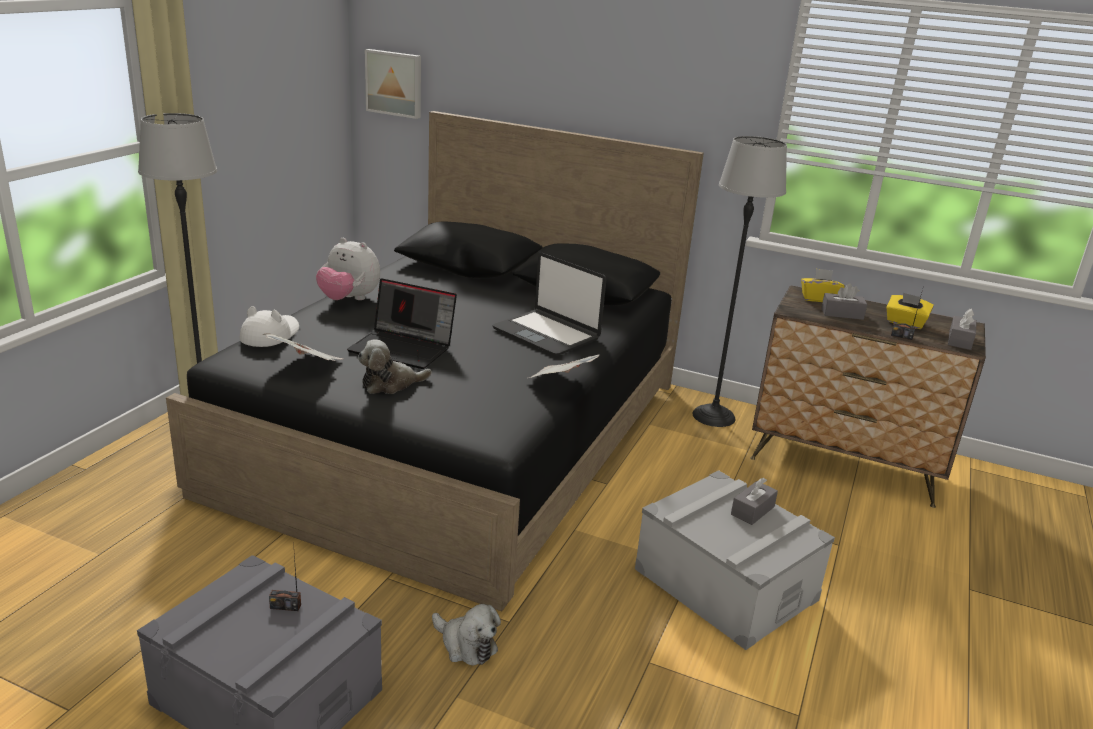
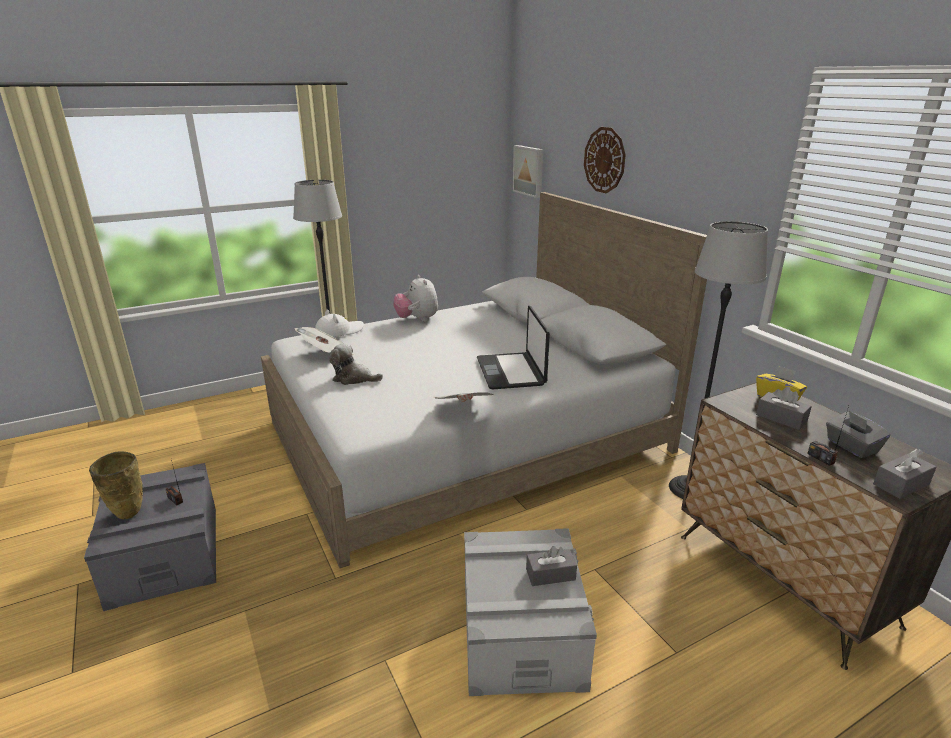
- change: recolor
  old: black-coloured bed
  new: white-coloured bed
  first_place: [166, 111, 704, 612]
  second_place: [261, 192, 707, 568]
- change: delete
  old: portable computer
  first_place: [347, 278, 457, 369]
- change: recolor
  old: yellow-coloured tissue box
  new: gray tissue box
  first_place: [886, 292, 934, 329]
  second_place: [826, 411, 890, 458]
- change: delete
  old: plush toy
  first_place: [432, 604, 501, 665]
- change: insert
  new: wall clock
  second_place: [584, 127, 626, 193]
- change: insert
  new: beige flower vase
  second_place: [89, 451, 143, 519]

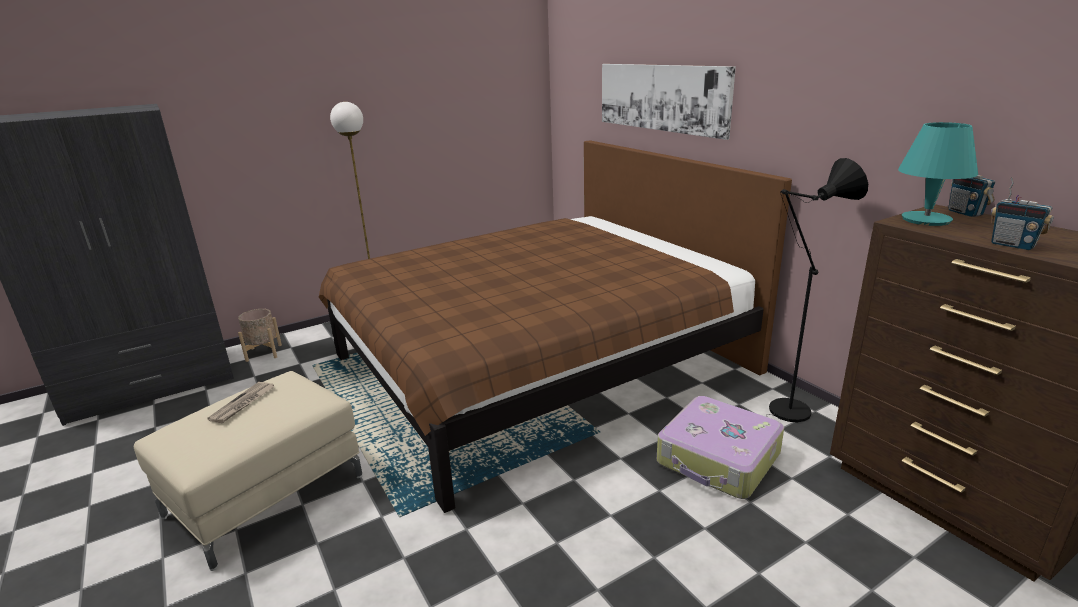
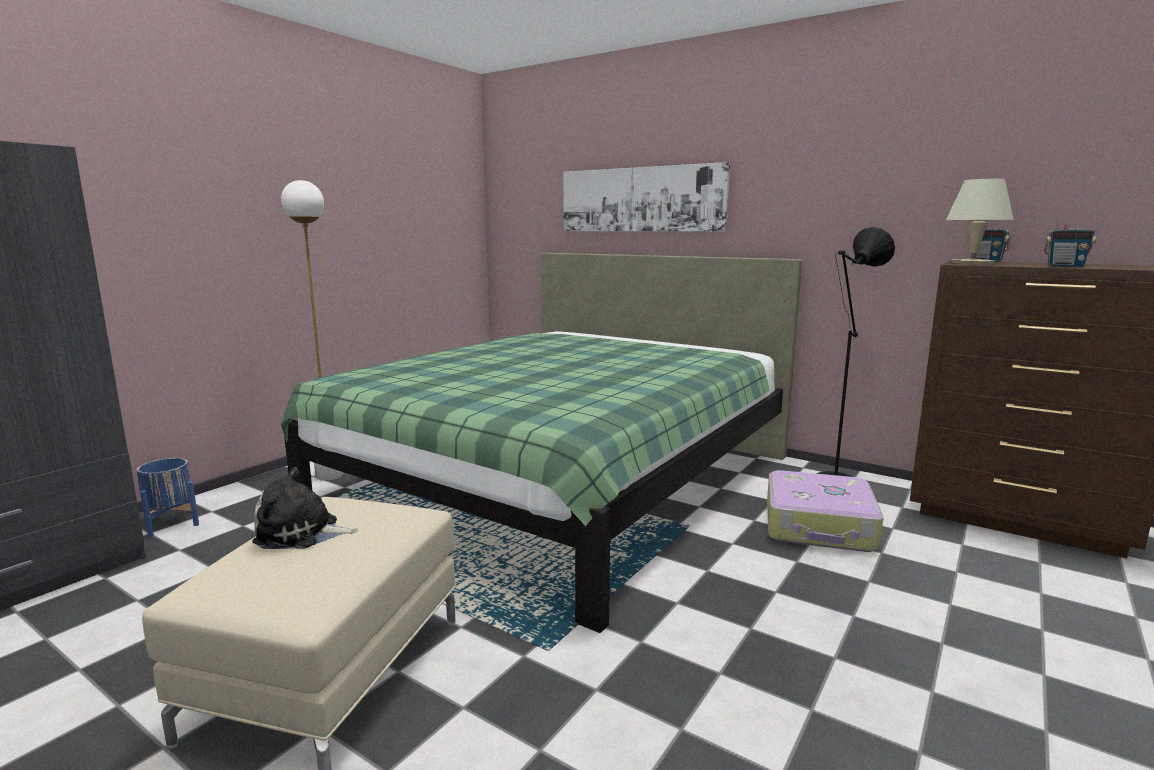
- change: recolor
  old: turquoise lamp for a table
  new: beige lamp for a table
  first_place: [898, 122, 978, 226]
  second_place: [946, 179, 1014, 264]
- change: recolor
  old: brown bed
  new: greenish bed
  first_place: [319, 140, 792, 513]
  second_place: [281, 253, 802, 633]
- change: recolor
  old: beige planter
  new: blue planter
  first_place: [238, 309, 282, 362]
  second_place: [137, 458, 199, 537]
- change: replace
  old: newspaper
  new: plush toy
  first_place: [207, 382, 275, 423]
  second_place: [252, 467, 358, 549]

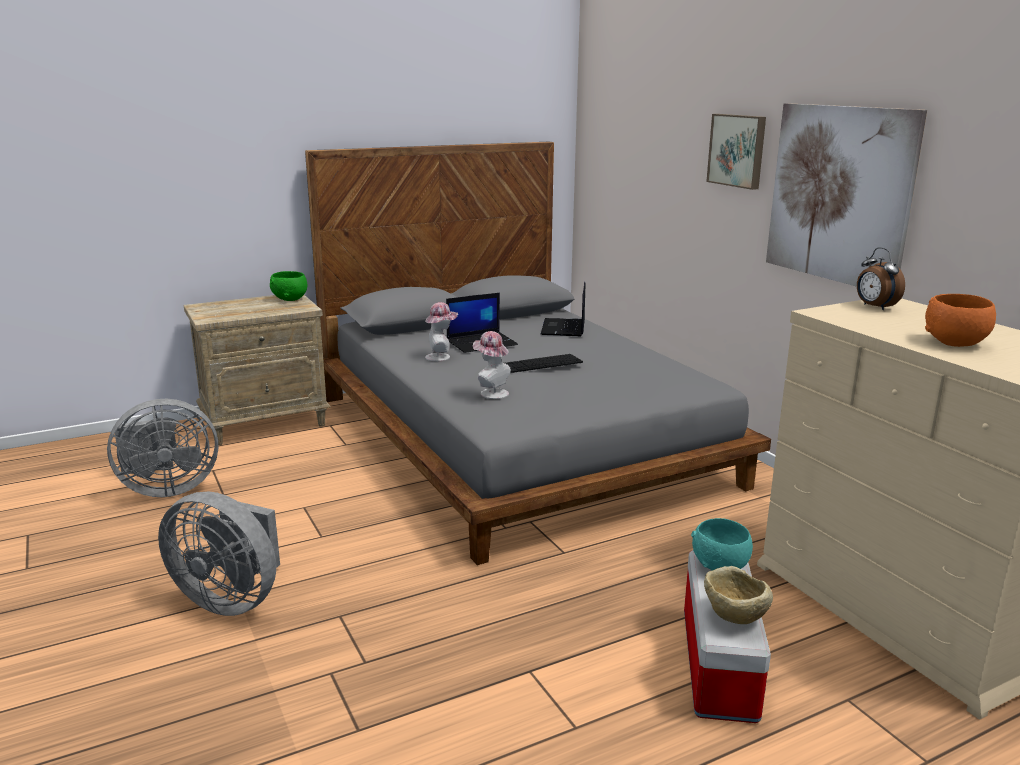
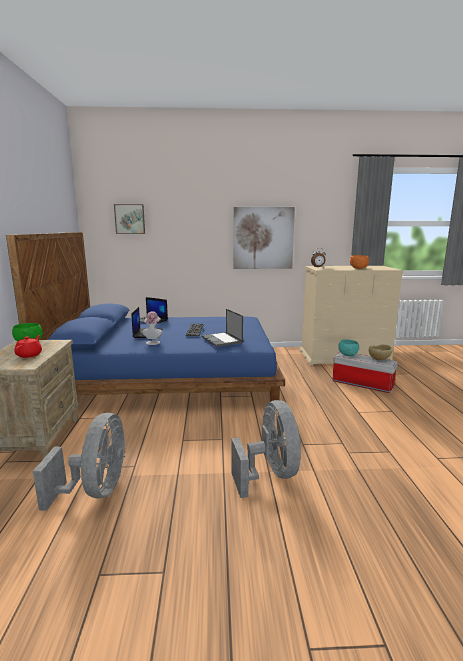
- change: move
  old: wall art
  first_place: [706, 114, 766, 190]
  second_place: [114, 204, 145, 234]
- change: recolor
  old: gray bed
  new: blue bed
  first_place: [305, 142, 771, 565]
  second_place: [6, 232, 285, 401]
- change: replace
  old: clothing hat
  new: portable computer
  first_place: [473, 331, 511, 399]
  second_place: [202, 309, 243, 347]
- change: rotate
  old: gray cooling fan
  first_place: [158, 491, 280, 616]
  second_place: [232, 400, 301, 498]
  degrees: -60
- change: insert
  new: red teapot
  second_place: [14, 335, 42, 358]

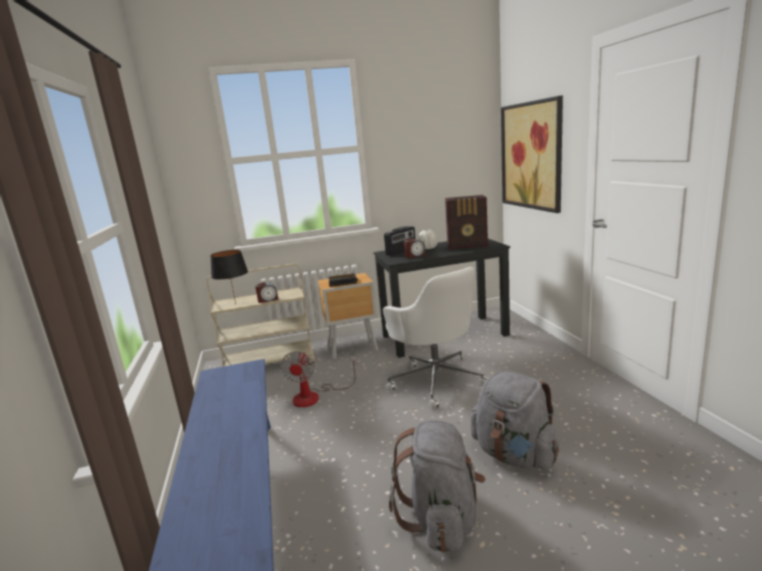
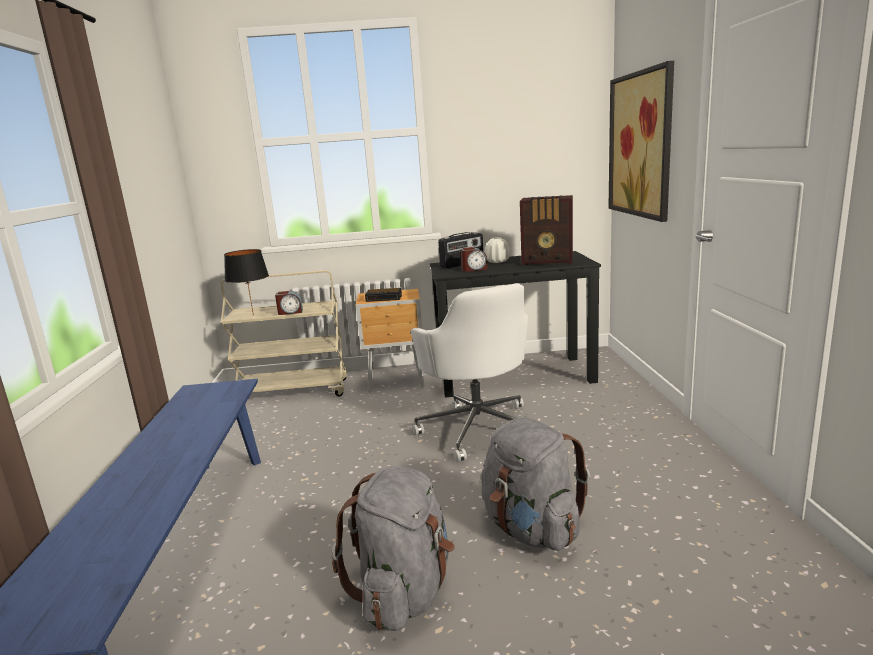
- change: delete
  old: cooling fan
  first_place: [280, 351, 358, 407]

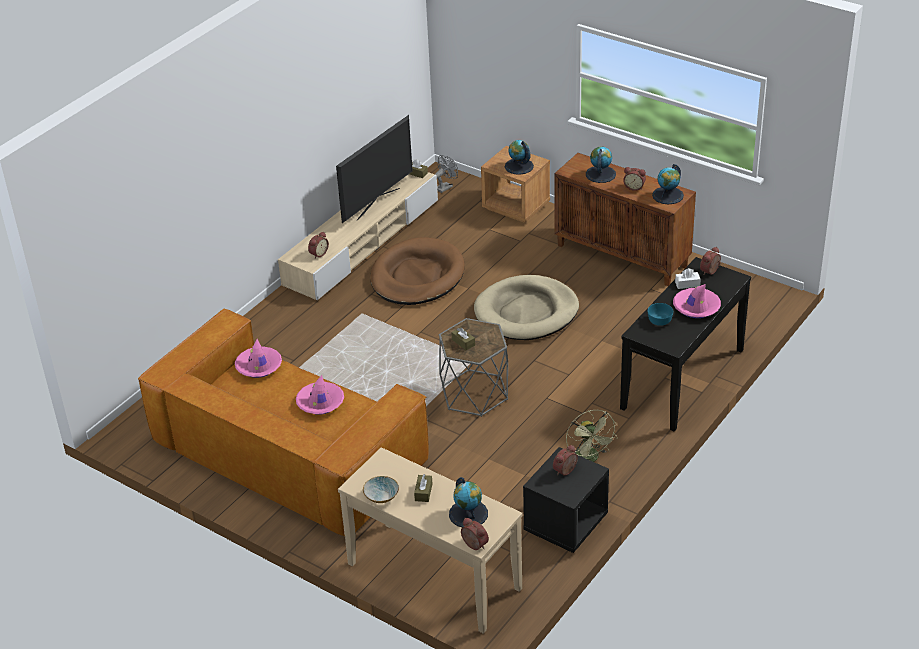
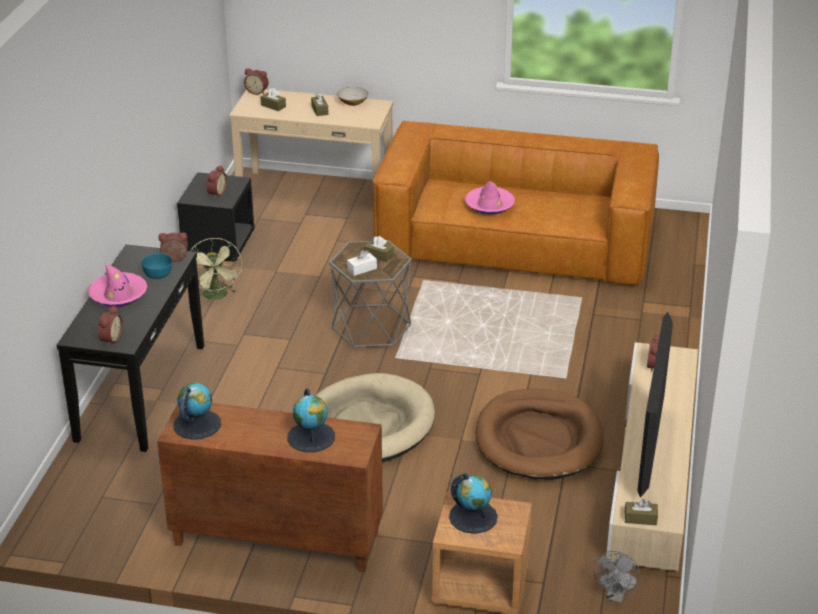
- change: move
  old: bedside clock
  first_place: [623, 167, 646, 191]
  second_place: [159, 232, 188, 262]
- change: move
  old: white-coloured tissue box
  first_place: [675, 268, 701, 289]
  second_place: [347, 250, 377, 276]
- change: delete
  old: pink-coloured clothing hat
  first_place: [235, 339, 282, 378]
- change: rotate
  old: greenish cooling fan
  first_place: [566, 410, 617, 462]
  second_place: [190, 238, 242, 300]
  degrees: -150
- change: replace
  old: world globe
  new: brown tissue box
  first_place: [449, 477, 488, 528]
  second_place: [260, 88, 286, 111]

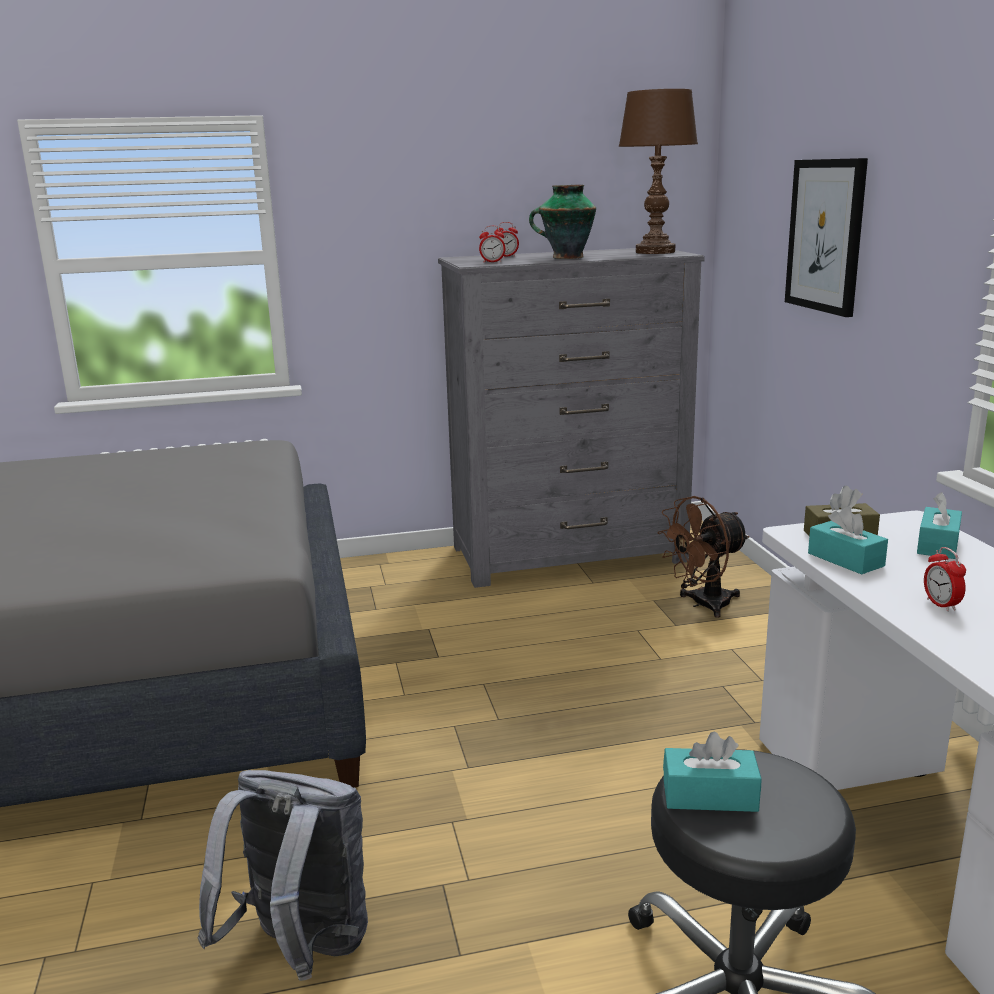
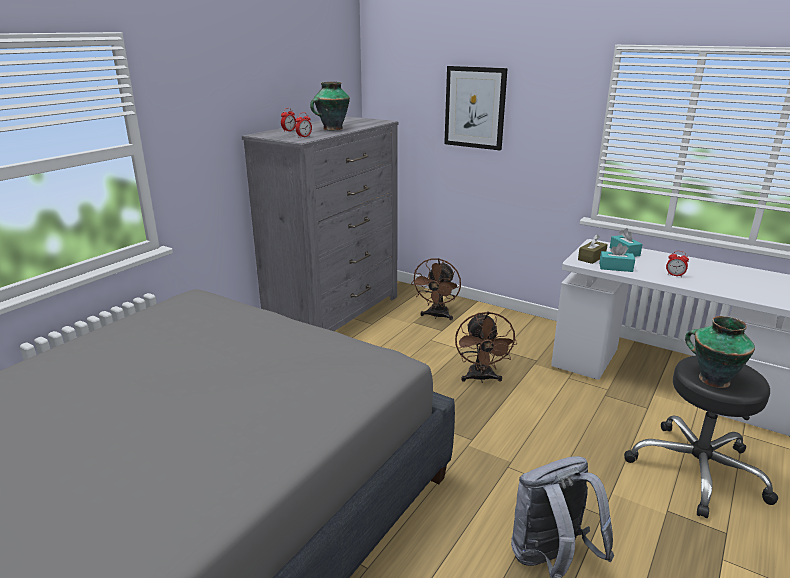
- change: delete
  old: brown lamp for a table
  first_place: [619, 89, 698, 254]
- change: replace
  old: turquoise tissue box
  new: flower vase
  first_place: [663, 732, 762, 812]
  second_place: [685, 316, 755, 388]
- change: insert
  new: brown cooling fan
  second_place: [455, 312, 517, 383]

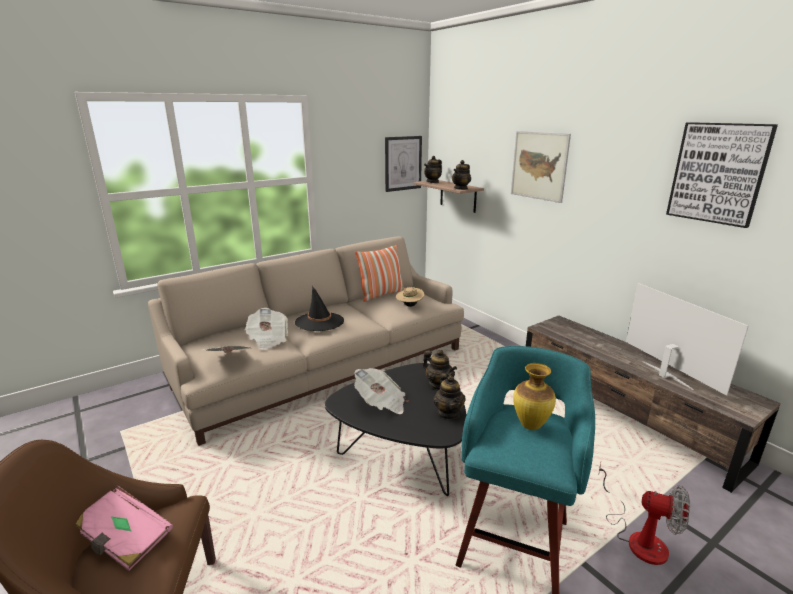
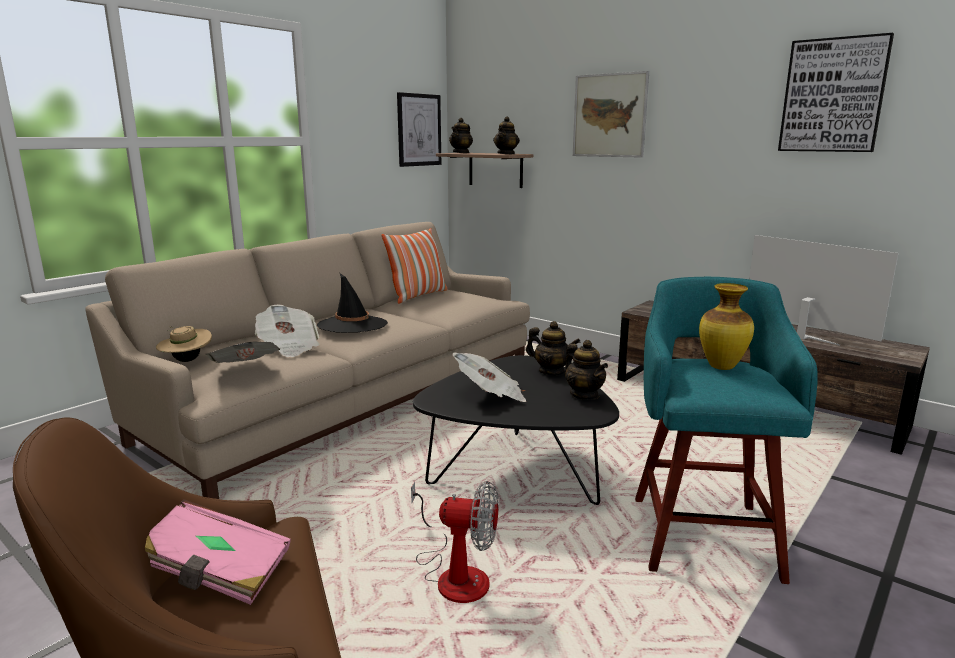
- change: move
  old: beige clothing hat
  first_place: [396, 287, 424, 307]
  second_place: [156, 326, 212, 362]
- change: move
  old: cooling fan
  first_place: [598, 463, 690, 565]
  second_place: [411, 481, 499, 603]

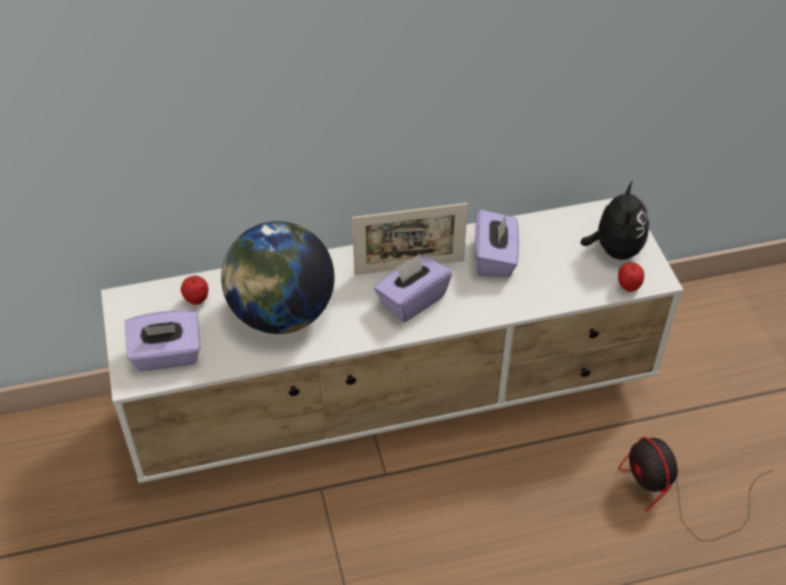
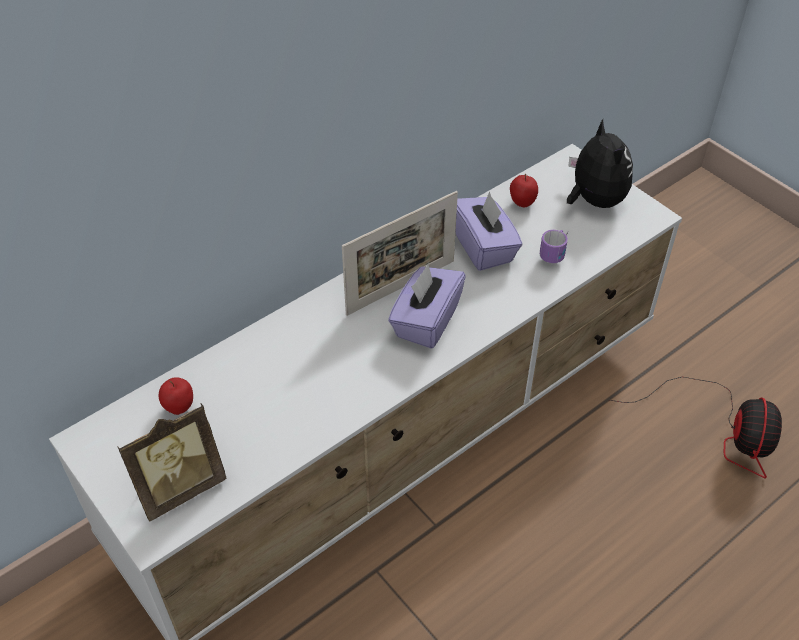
- change: delete
  old: world globe
  first_place: [221, 221, 335, 334]
- change: move
  old: whole apple
  first_place: [618, 262, 644, 292]
  second_place: [510, 174, 538, 207]
- change: replace
  old: purple tissue box
  new: standing frame
  first_place: [124, 310, 200, 371]
  second_place: [117, 404, 227, 522]
- change: rotate
  old: cooling fan
  first_place: [619, 437, 773, 541]
  second_place: [610, 377, 782, 478]
  degrees: -120
- change: insert
  new: tea mug
  second_place: [540, 230, 568, 263]

